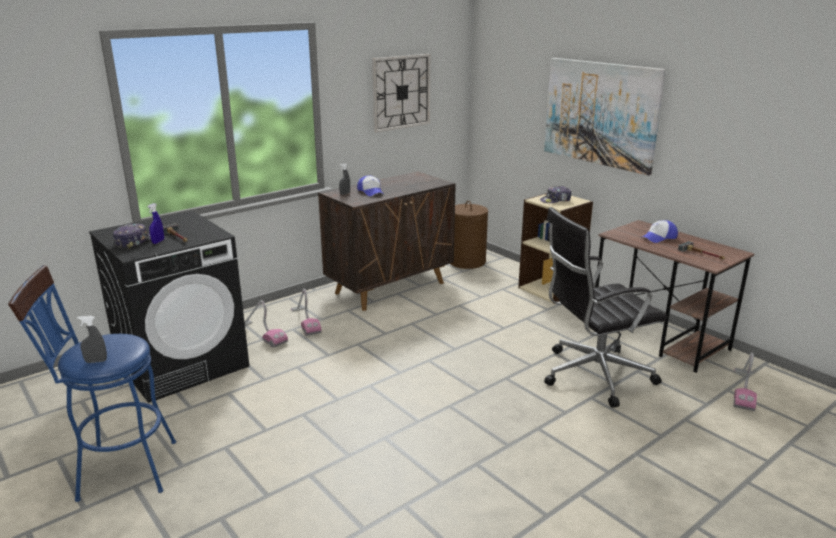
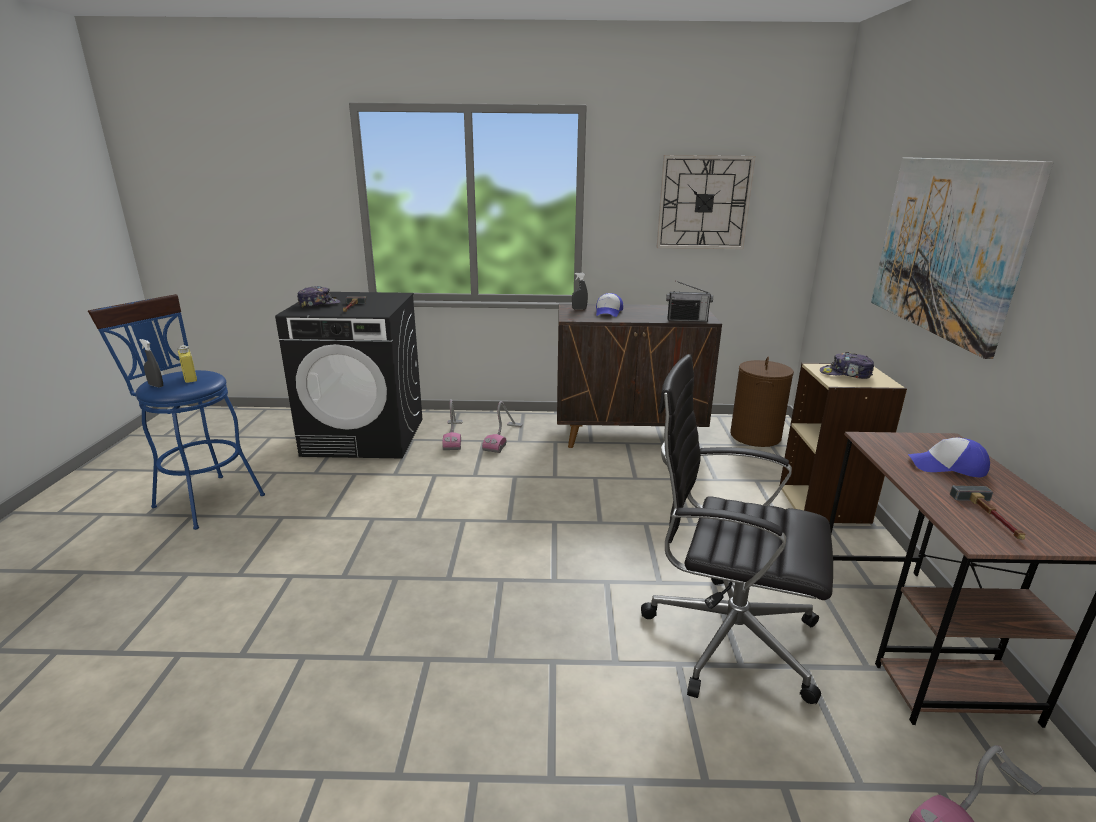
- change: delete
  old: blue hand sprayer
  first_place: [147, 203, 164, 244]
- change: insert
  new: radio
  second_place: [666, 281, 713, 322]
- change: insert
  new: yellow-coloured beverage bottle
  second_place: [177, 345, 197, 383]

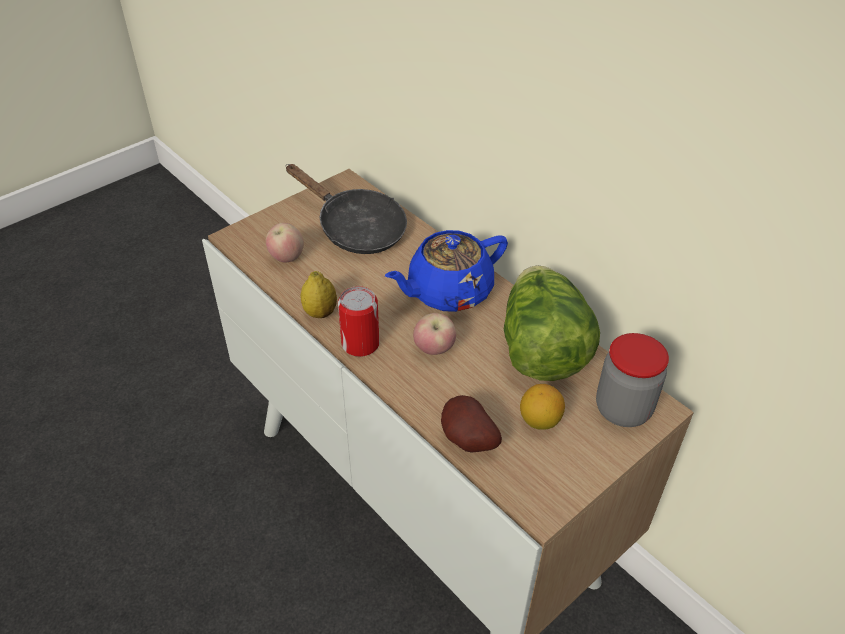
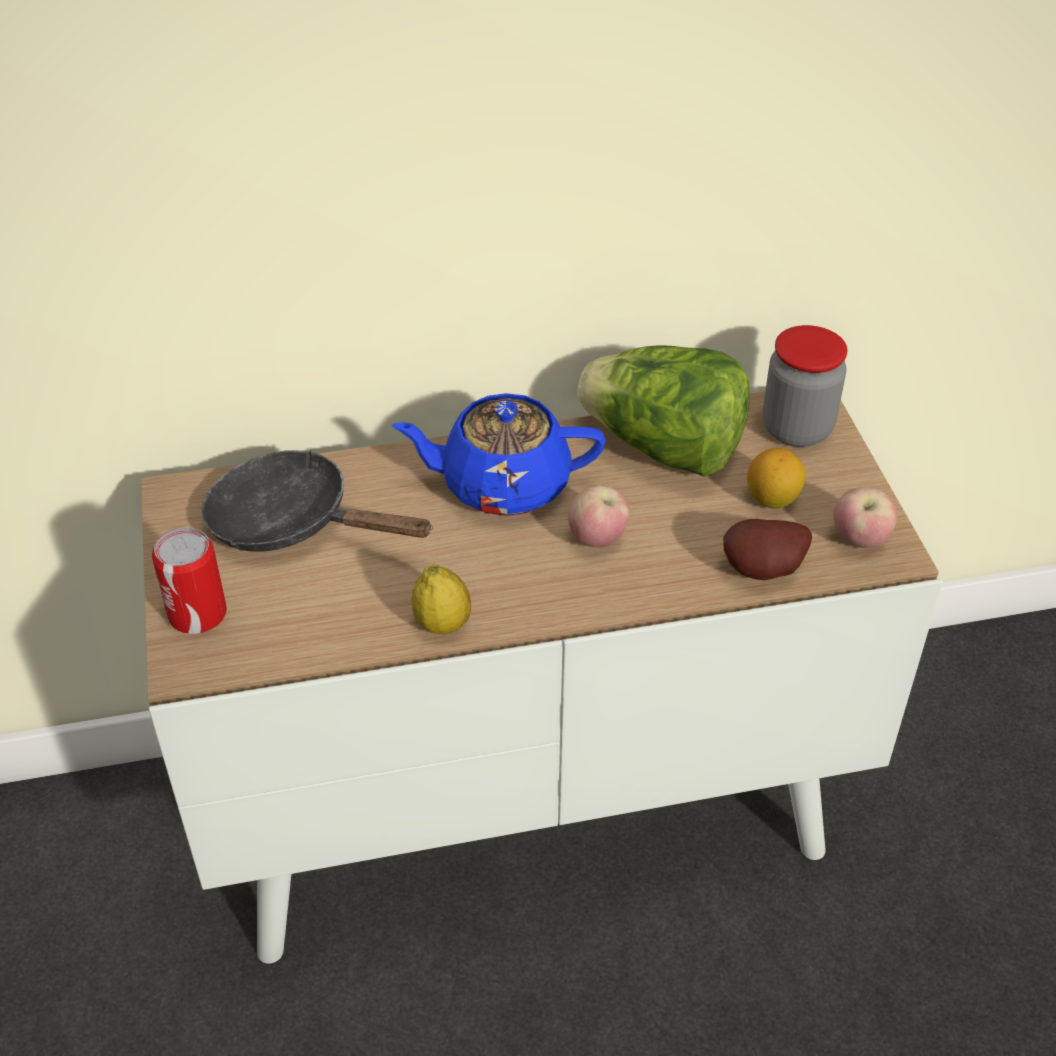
- change: rotate
  old: black-coloured frying pan
  first_place: [285, 164, 407, 254]
  second_place: [201, 450, 433, 552]
  degrees: -135
- change: move
  old: whole apple
  first_place: [266, 223, 304, 263]
  second_place: [833, 487, 897, 548]
- change: rotate
  old: blue teapot
  first_place: [385, 230, 508, 312]
  second_place: [391, 393, 606, 516]
  degrees: 90
- change: move
  old: metal can
  first_place: [338, 286, 379, 357]
  second_place: [152, 527, 227, 634]

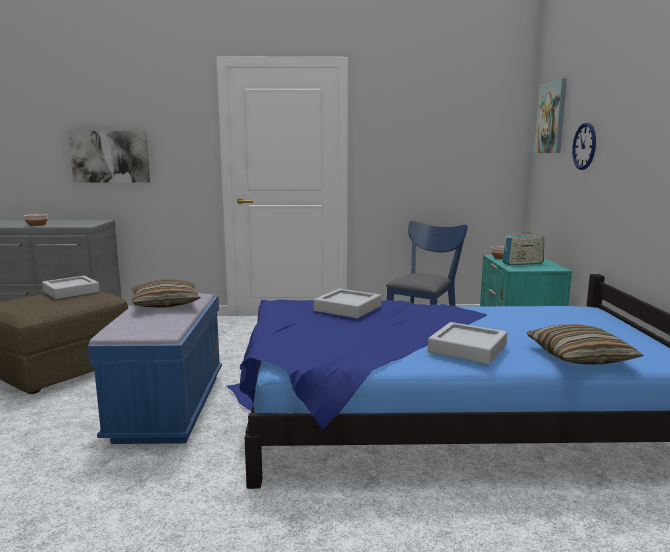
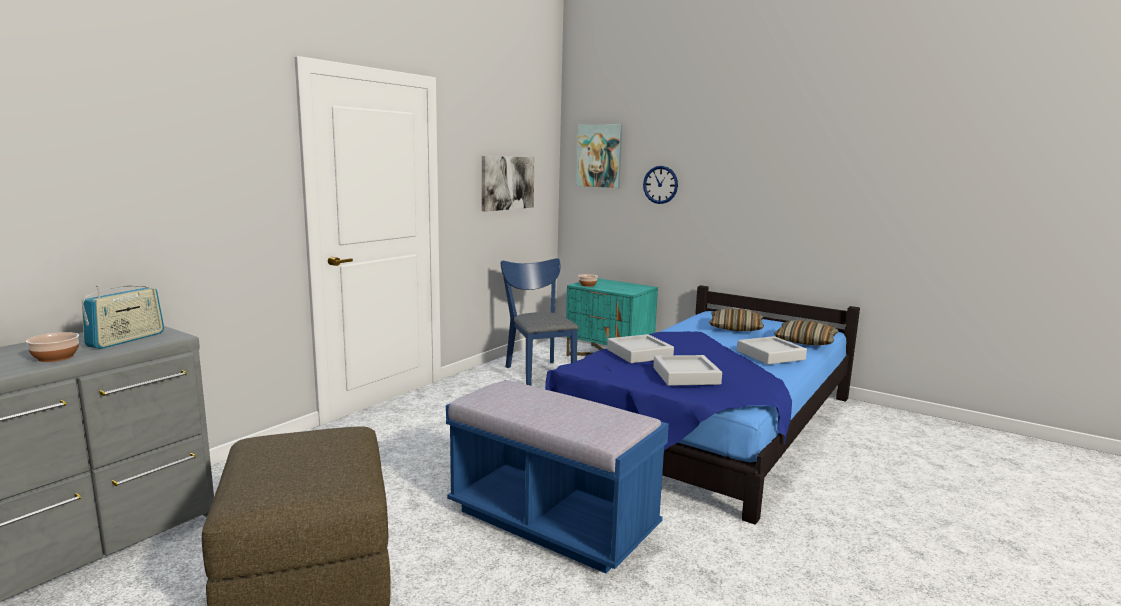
- change: move
  old: wall art
  first_place: [68, 131, 150, 183]
  second_place: [482, 156, 534, 212]
- change: move
  old: radio
  first_place: [502, 230, 544, 265]
  second_place: [82, 285, 164, 349]
- change: move
  old: gray serving tray
  first_place: [42, 276, 100, 299]
  second_place: [653, 355, 722, 386]
- change: move
  old: pillow
  first_place: [132, 279, 200, 308]
  second_place: [709, 308, 764, 331]

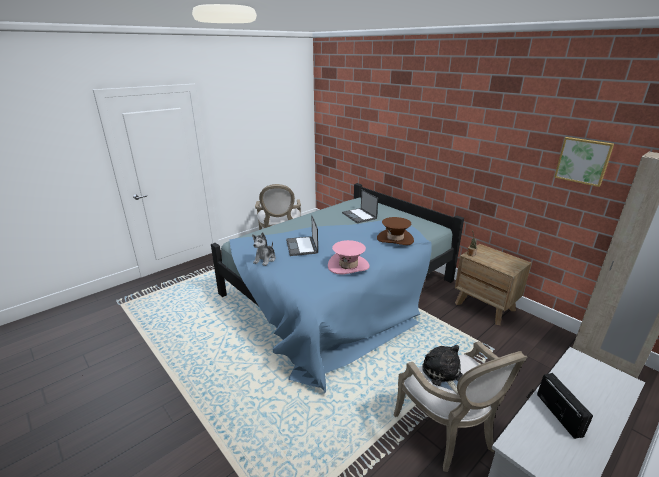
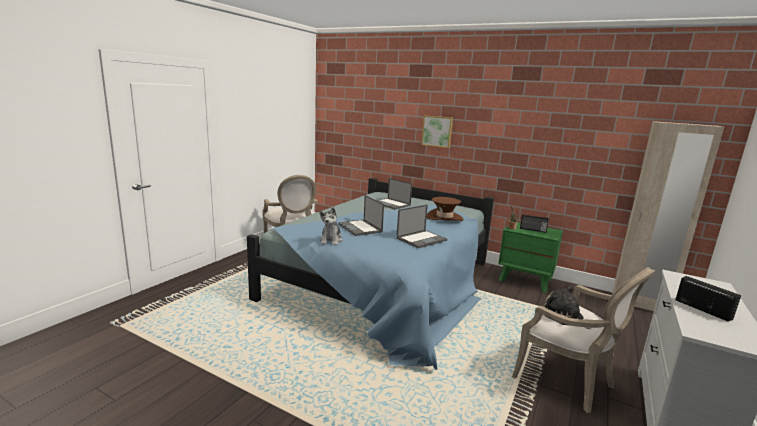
- change: move
  old: wall art
  first_place: [554, 137, 614, 187]
  second_place: [421, 116, 453, 148]
- change: replace
  old: pink-coloured clothing hat
  new: portable computer
  first_place: [328, 240, 370, 274]
  second_place: [396, 204, 447, 248]
- change: recolor
  old: brown night table
  new: greenish night table
  first_place: [455, 244, 532, 325]
  second_place: [498, 222, 563, 292]
- change: insert
  new: radio
  second_place: [520, 214, 549, 233]

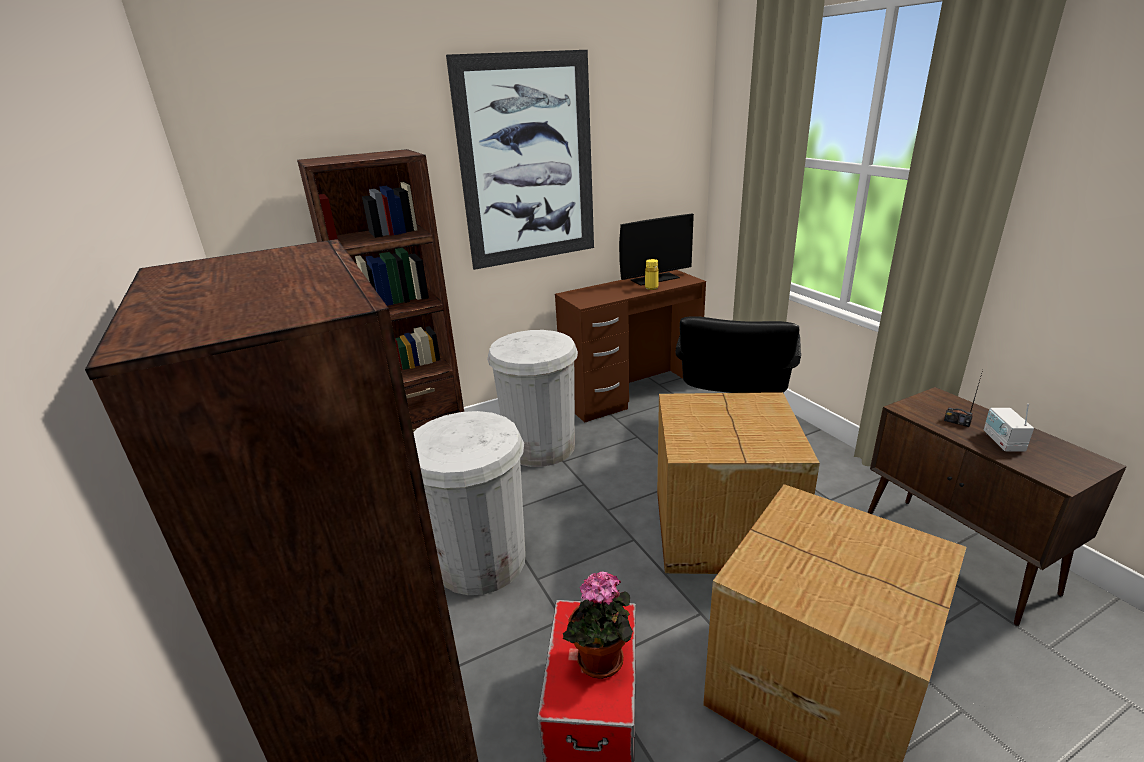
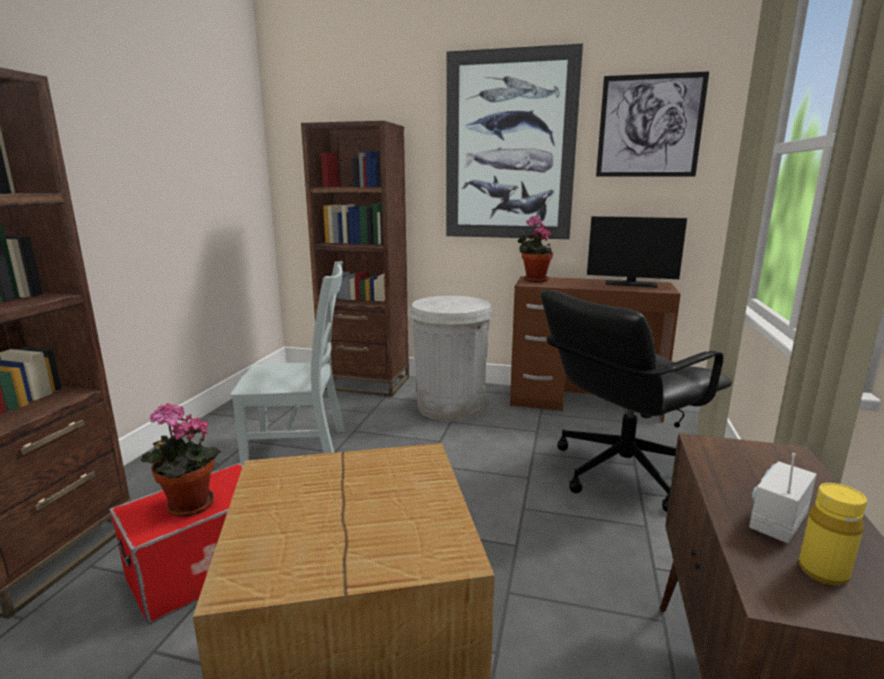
- change: move
  old: yellow-coloured beverage bottle
  first_place: [645, 259, 659, 290]
  second_place: [799, 483, 867, 586]
- change: delete
  old: radio
  first_place: [944, 370, 983, 427]
- change: delete
  old: carton
  first_place: [657, 392, 820, 574]
- change: replace
  old: white-coloured rubbish bin
  new: gray upright chair
  first_place: [413, 411, 526, 595]
  second_place: [230, 261, 345, 465]
- change: insert
  new: wall art
  second_place: [596, 71, 709, 177]
- change: insert
  new: plant in a pot
  second_place: [518, 216, 553, 282]

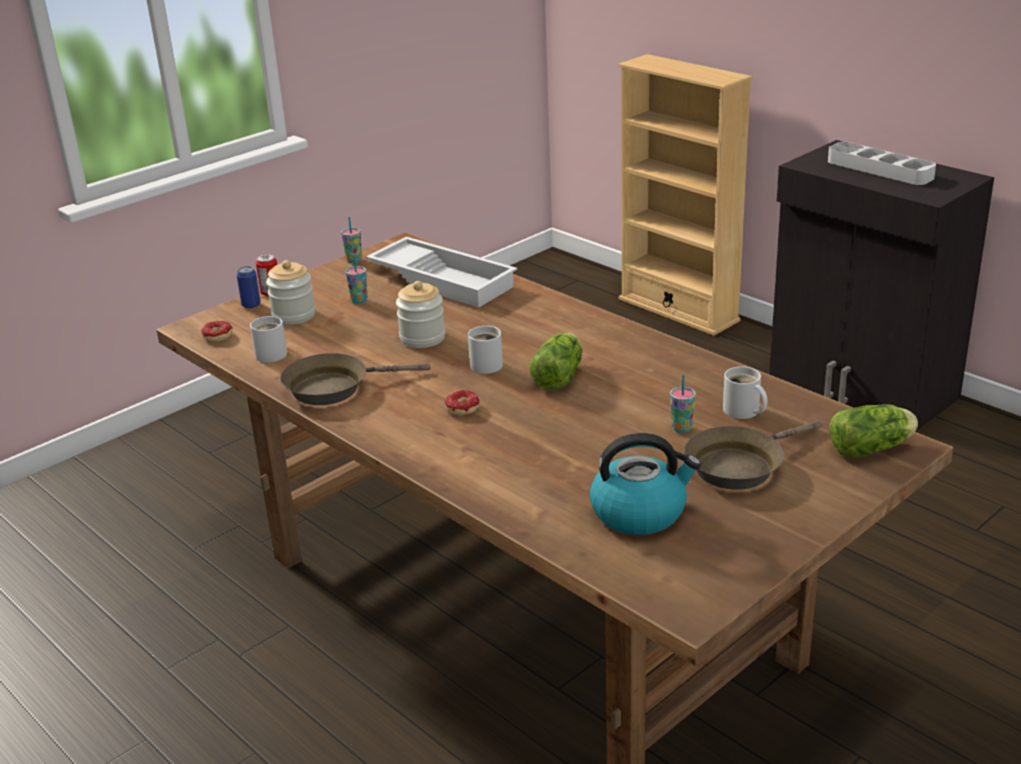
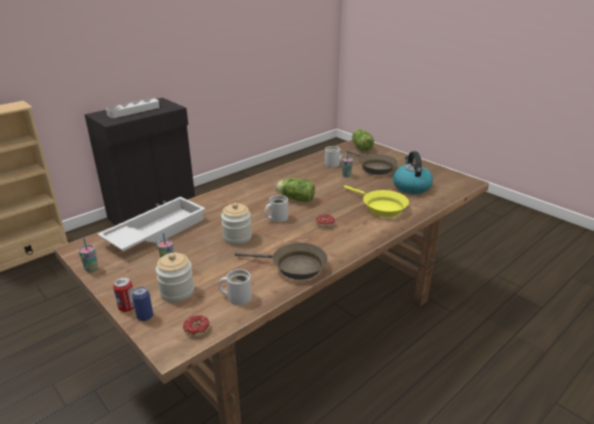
- change: rotate
  old: brown frying pan
  first_place: [280, 353, 430, 405]
  second_place: [235, 243, 328, 280]
  degrees: -60
- change: insert
  new: yellow-coloured frying pan
  second_place: [344, 185, 409, 217]

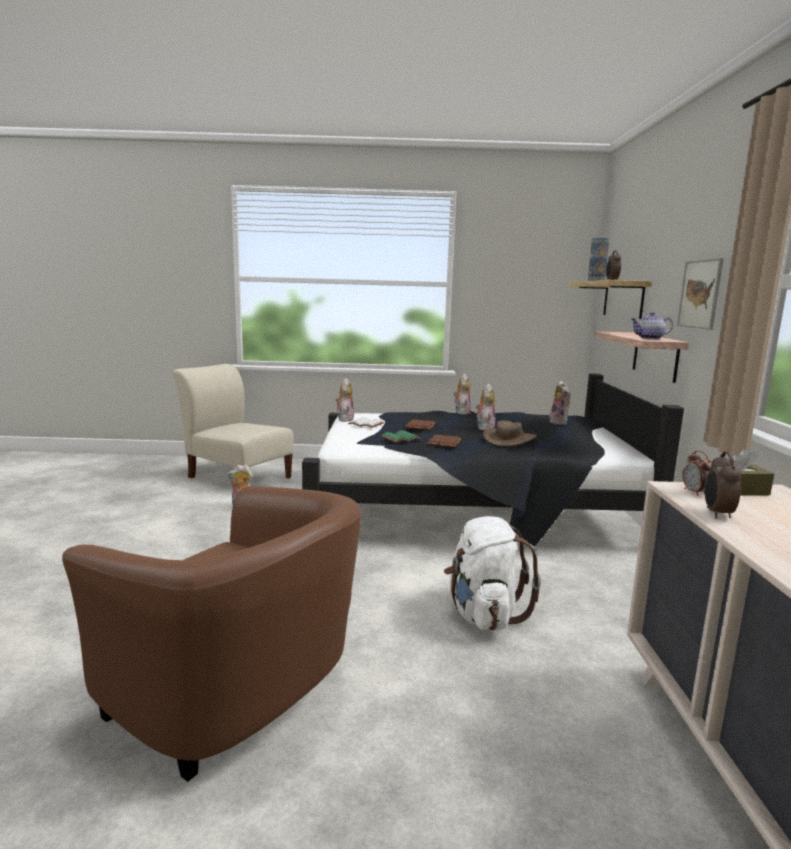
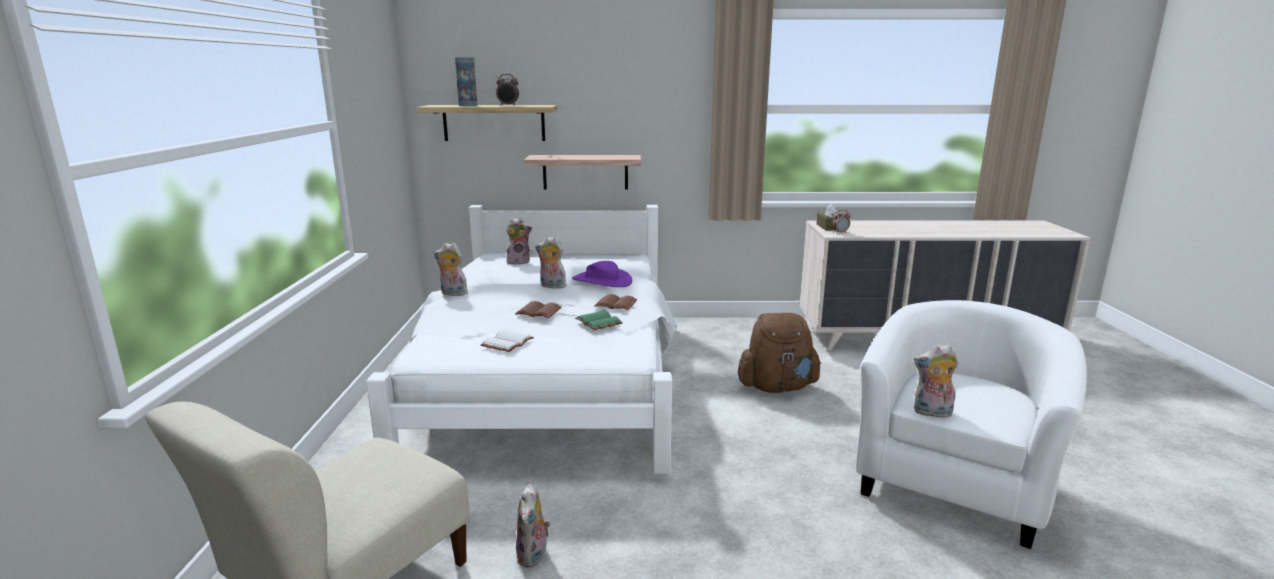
- change: delete
  old: wall art
  first_place: [677, 258, 724, 330]
- change: delete
  old: teapot
  first_place: [631, 312, 673, 339]
- change: recolor
  old: black-coloured bed
  new: white-coloured bed
  first_place: [302, 373, 684, 547]
  second_place: [366, 205, 677, 474]
- change: move
  old: plush toy
  first_place: [335, 378, 354, 422]
  second_place: [914, 344, 958, 417]
- change: recolor
  old: brown clothing hat
  new: purple clothing hat
  first_place: [483, 420, 537, 446]
  second_place: [572, 261, 632, 287]
- change: delete
  old: bedside clock
  first_place: [705, 451, 741, 518]
- change: recolor
  old: brown easy chair
  new: white-coloured easy chair
  first_place: [62, 486, 361, 782]
  second_place: [856, 300, 1087, 549]
- change: recolor
  old: white-coloured backpack
  new: brown backpack
  first_place: [444, 516, 541, 630]
  second_place: [738, 313, 821, 393]

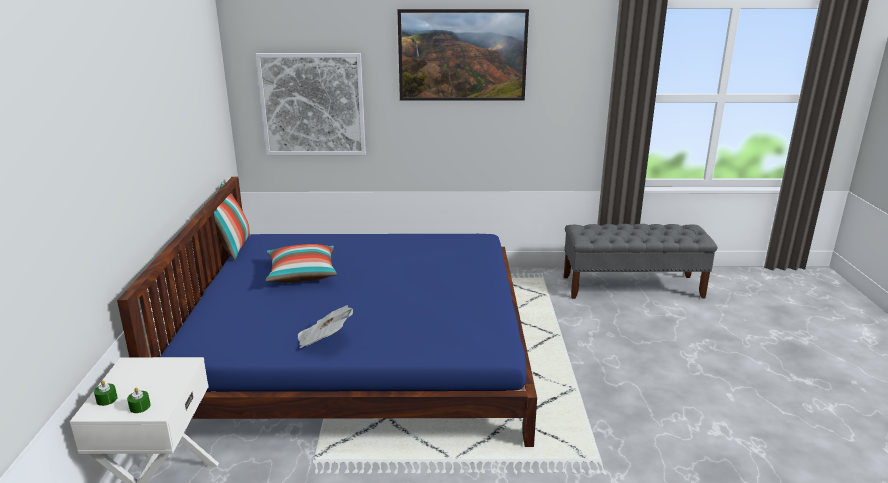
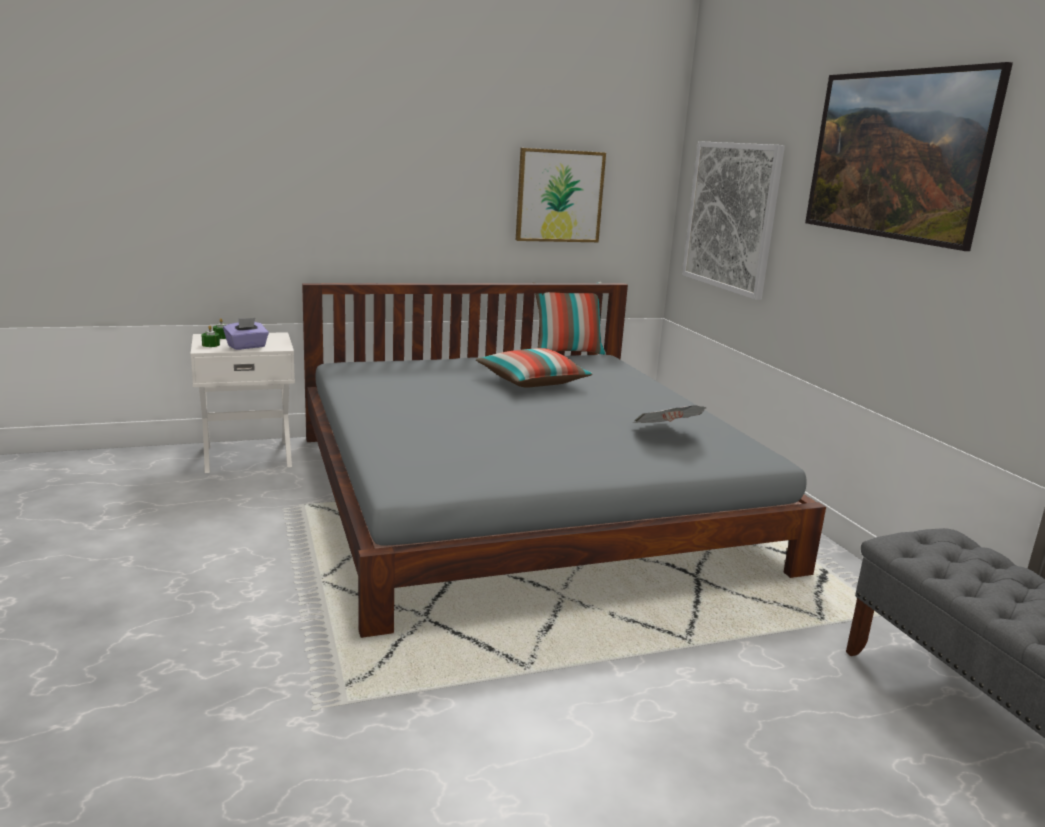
- change: recolor
  old: blue bed
  new: gray bed
  first_place: [117, 177, 537, 447]
  second_place: [302, 283, 826, 638]
- change: move
  old: newspaper
  first_place: [298, 305, 353, 348]
  second_place: [634, 405, 706, 423]
- change: insert
  new: wall art
  second_place: [516, 148, 606, 242]
- change: insert
  new: purple tissue box
  second_place: [223, 318, 269, 350]

